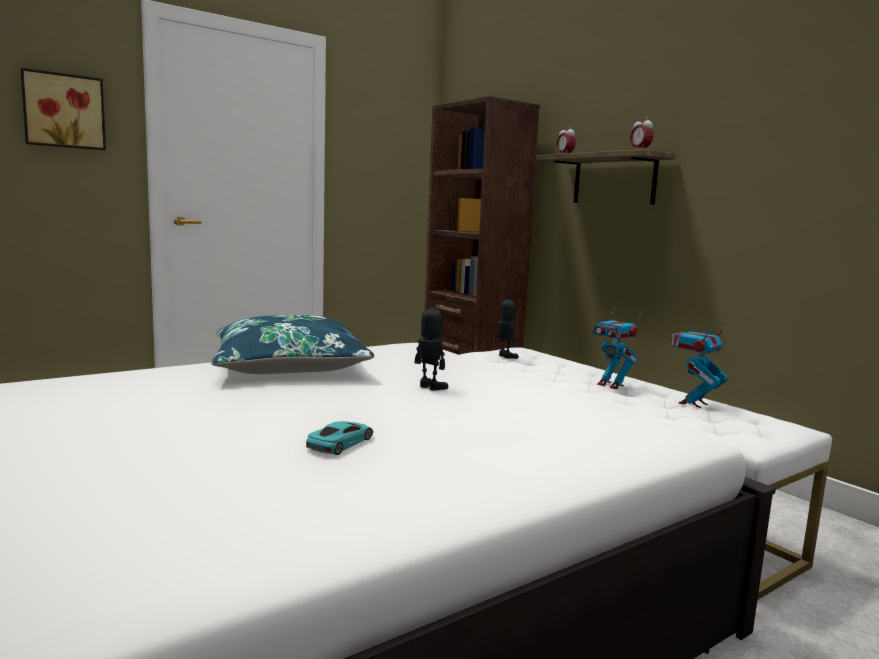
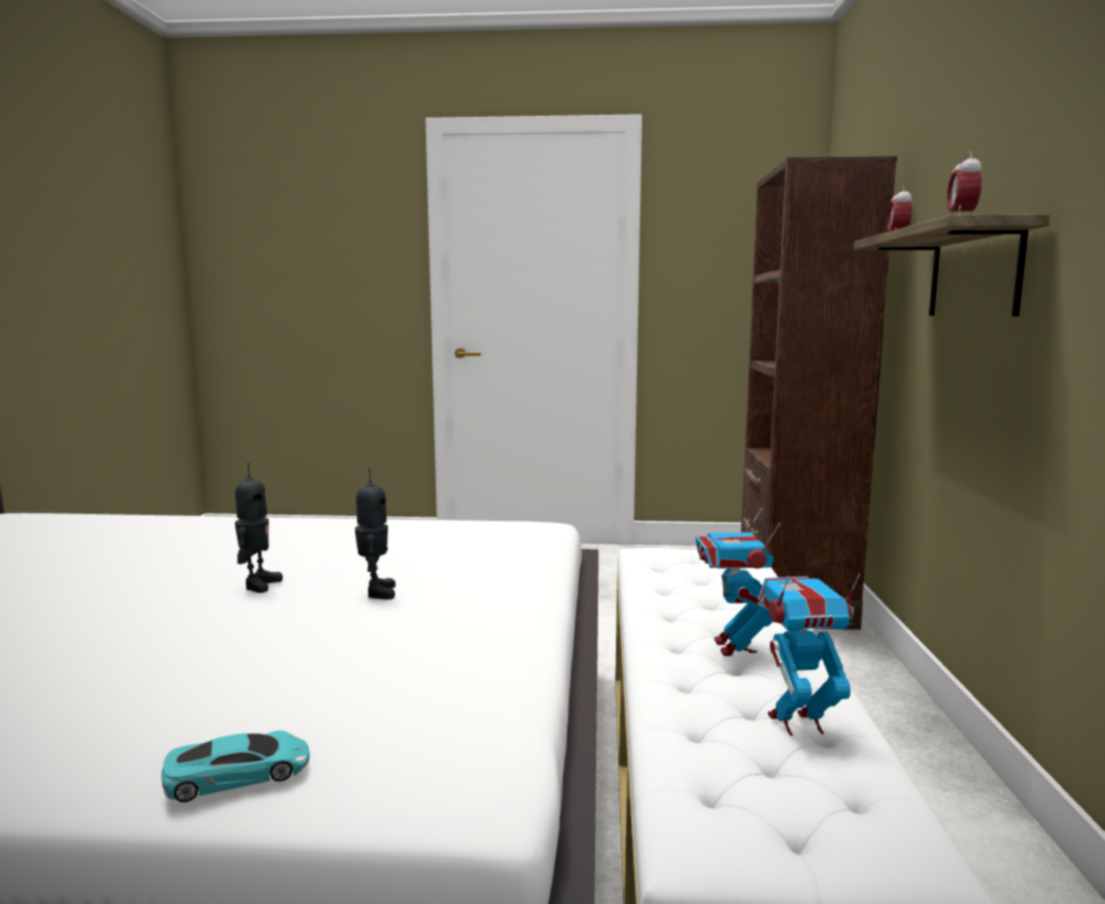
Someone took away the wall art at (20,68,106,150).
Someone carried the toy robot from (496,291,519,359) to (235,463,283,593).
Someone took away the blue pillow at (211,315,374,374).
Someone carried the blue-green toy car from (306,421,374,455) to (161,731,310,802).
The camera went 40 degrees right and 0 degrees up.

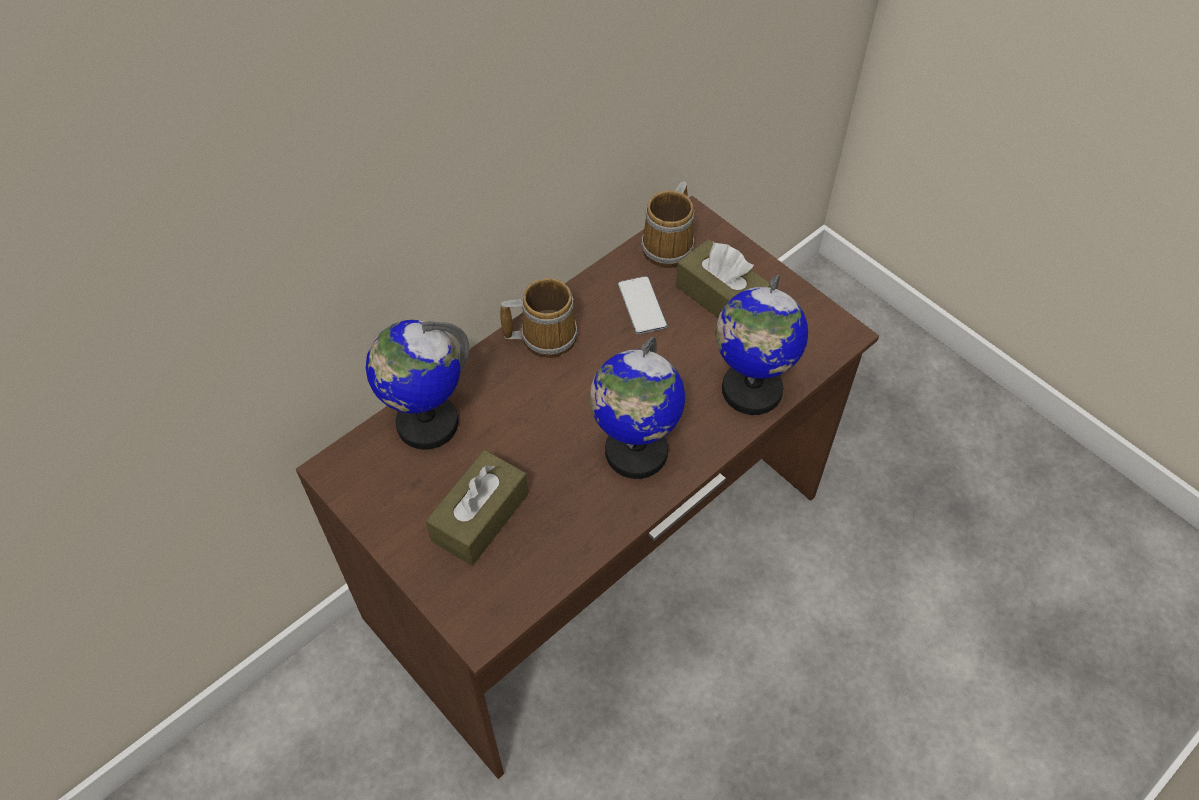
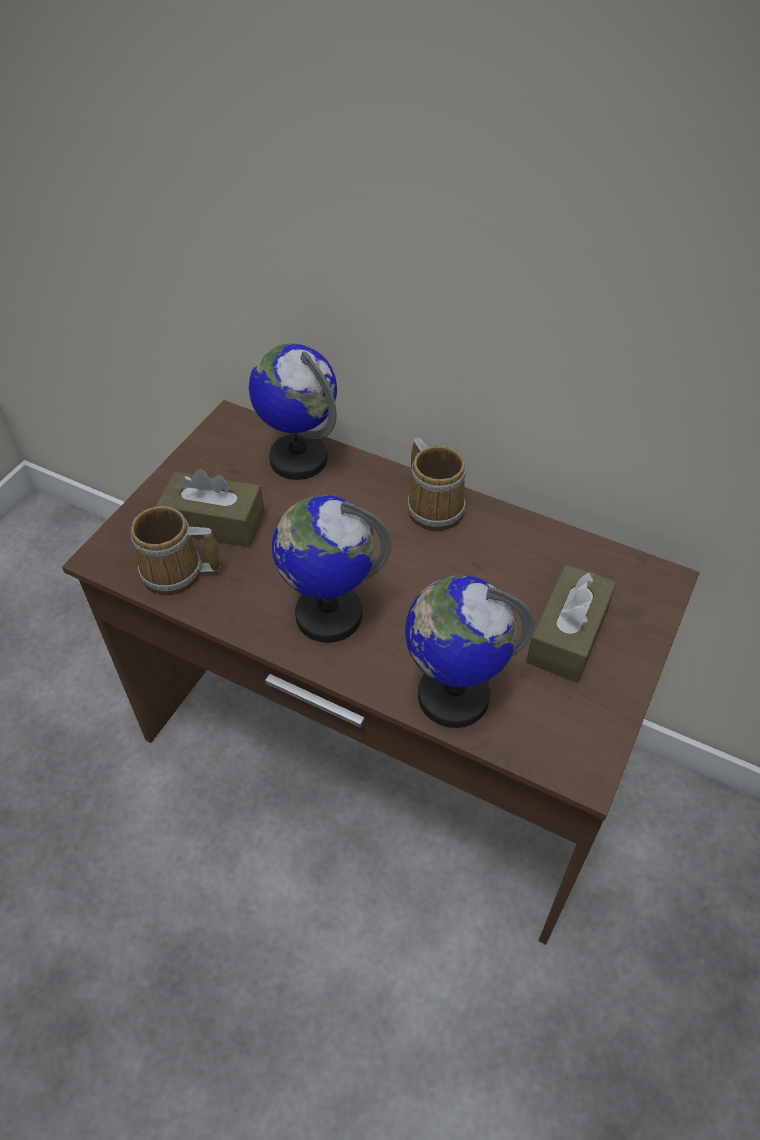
Someone carried the coffee mug from (641,181,694,268) to (131,506,220,596).
Someone took away the telephone at (618,276,667,334).
The camera went 70 degrees right and 5 degrees down.

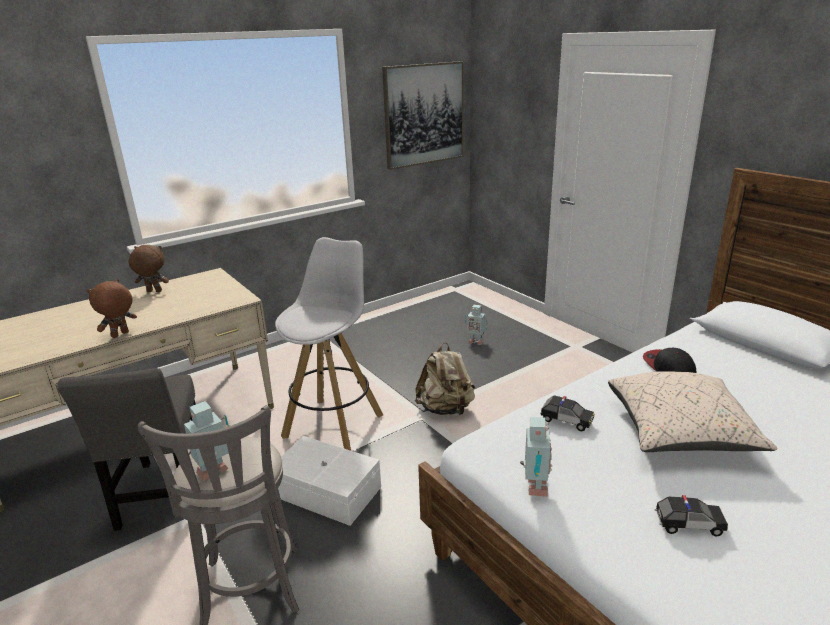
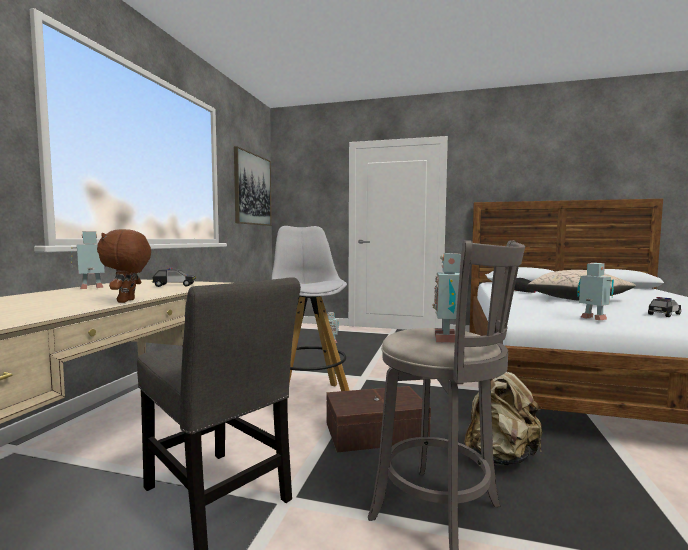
Someone swapped the brown soft toy at (129,245,169,292) for the toy robot at (71,231,105,289).
Someone carried the beige-coloured backpack from (415,342,475,416) to (464,372,542,466).
Someone carried the toy car from (540,395,594,431) to (152,267,196,287).
Someone repainted the white storage bin at (278,436,381,526), which became the brown storage bin at (327,386,431,453).
The camera went 40 degrees left and 20 degrees down.

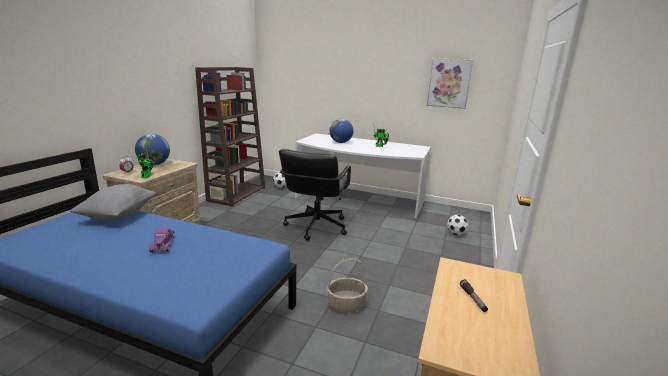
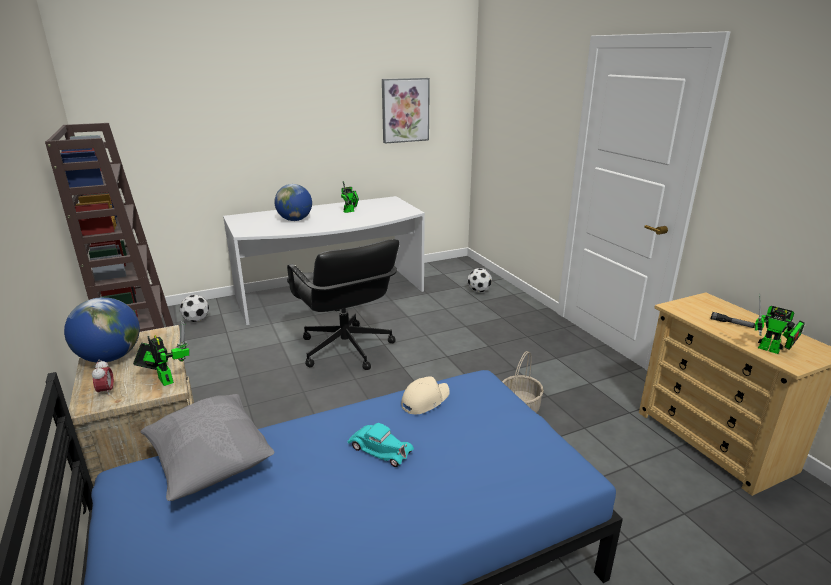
Someone repainted the purple toy car at (149,228,175,253), which became the blue-green toy car at (347,423,414,467).
Someone put down the toy robot at (755,294,805,354).
Someone put down the beige-coloured cap at (401,376,450,414).
The camera went 45 degrees left and 5 degrees up.

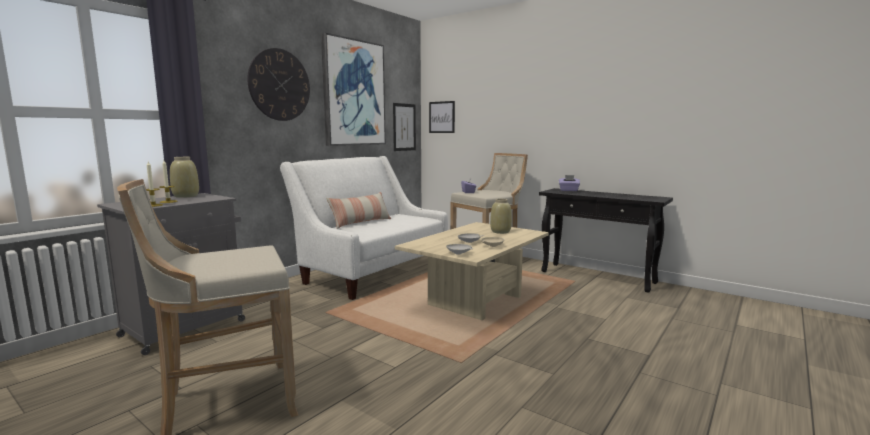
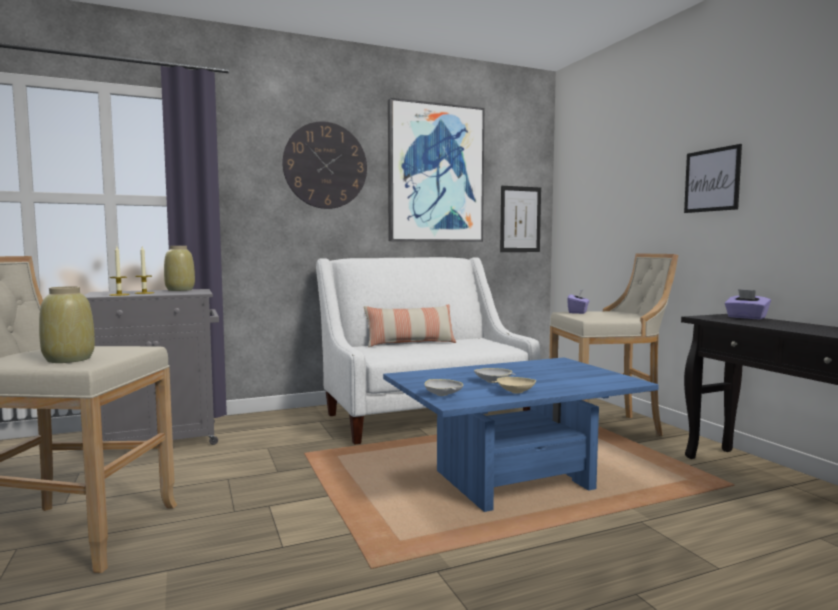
Someone carried the wall art from (429,101,455,133) to (684,144,742,213).
Someone carried the beige-coloured decorative vase from (490,199,512,234) to (39,286,95,363).
Someone repainted the beige-coloured lounge table at (395,222,549,320), which became the blue lounge table at (383,357,659,512).
The camera went 30 degrees right and 5 degrees down.

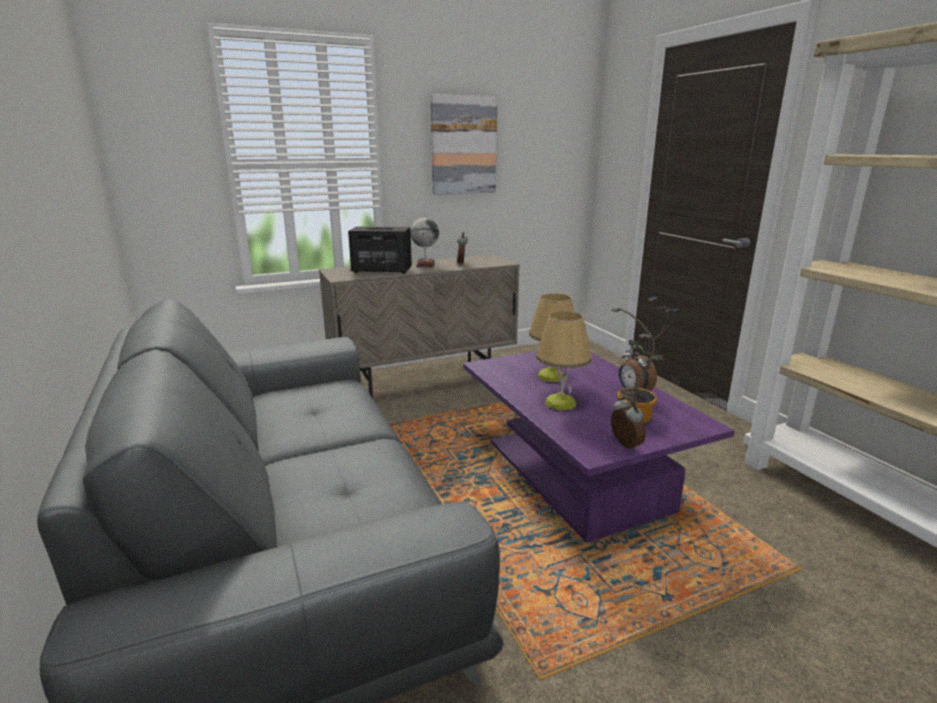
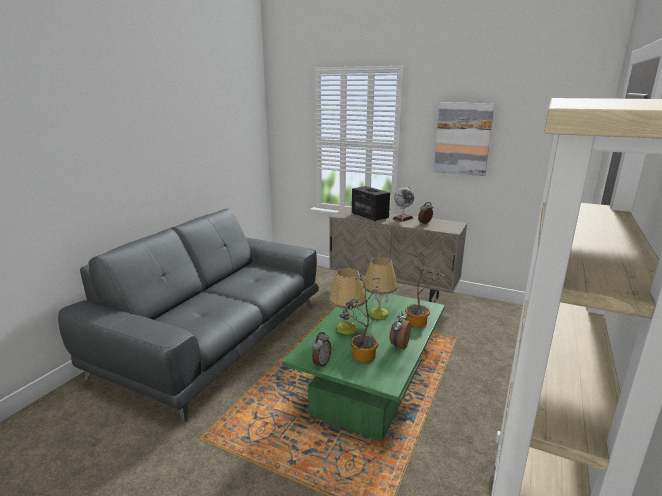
Someone repainted the purple lounge table at (463,351,735,543), which became the green-coloured lounge table at (282,288,445,441).
Someone put down the potted plant at (405,250,446,328).
The camera went 50 degrees right and 0 degrees up.

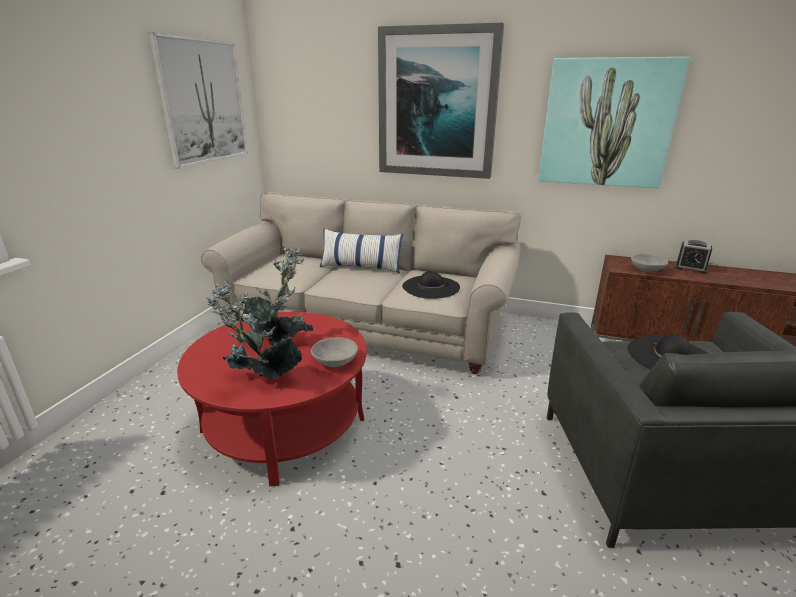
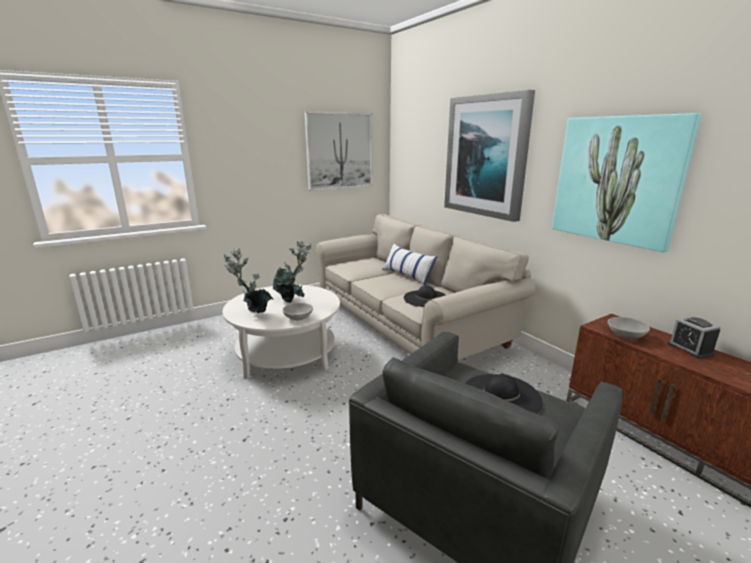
Someone repainted the red-coloured lounge table at (177,312,367,486), which became the white lounge table at (222,285,340,379).
The camera went 40 degrees right and 5 degrees down.

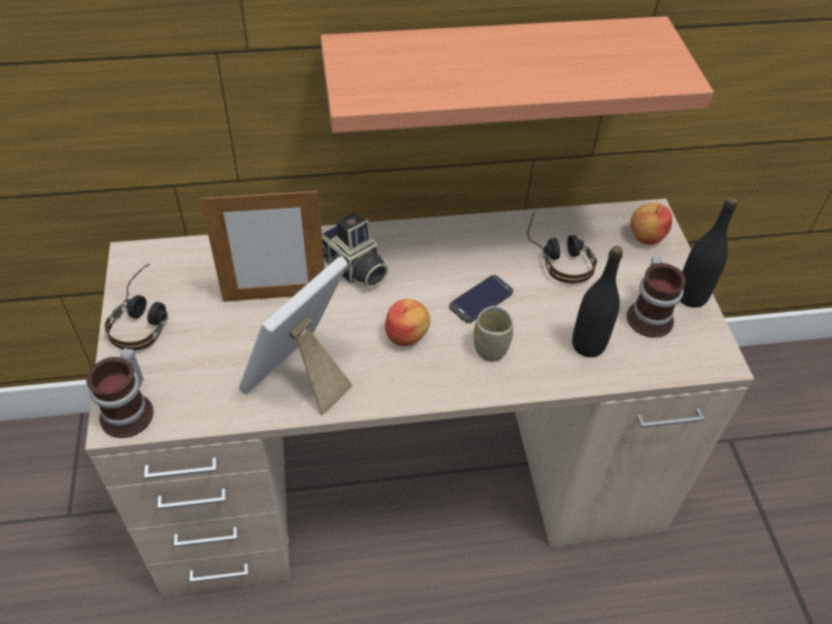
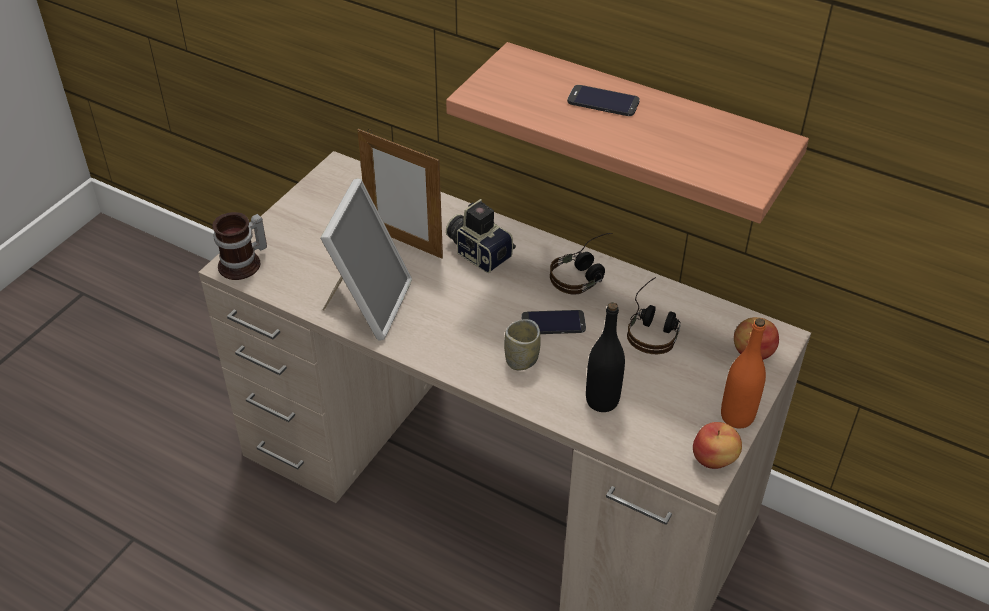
Someone repainted the black bottle at (680,197,737,308), which became the orange-coloured bottle at (721,318,766,428).
Someone rotated the still camera at (322,212,388,288) by 135 degrees clockwise.
Someone rotated the photo frame at (239,257,352,416) by 120 degrees clockwise.
Someone took away the coffee mug at (627,257,686,338).
Someone carried the pair of headphones from (104,264,168,351) to (550,233,612,295).
Someone carried the whole apple from (385,299,430,346) to (693,422,742,469).
Someone put down the telephone at (567,85,640,116).
The camera went 40 degrees right and 5 degrees down.

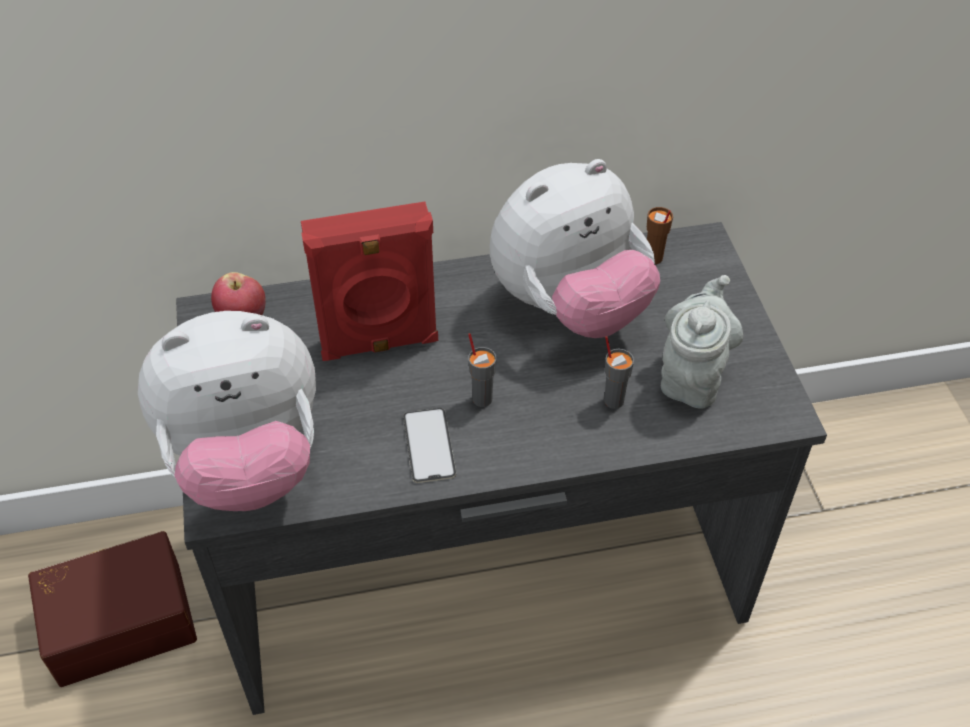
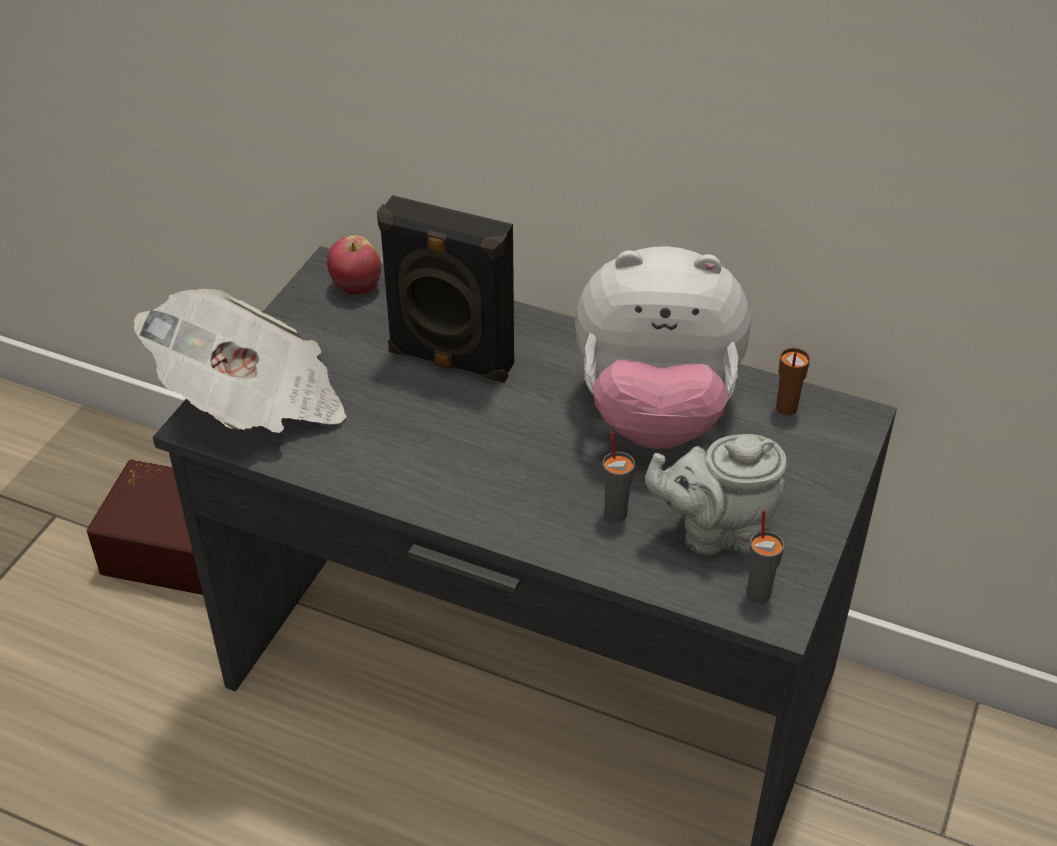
Someone repainted the red-coloured audio speaker at (301,202,438,361), which became the black audio speaker at (377,195,514,383).
Someone rotated the gray pot for tea at (661,275,743,409) by 150 degrees counterclockwise.
Someone swapped the soft toy at (138,311,316,511) for the printed paper at (134,289,347,433).
Someone carried the gray cup from (468,333,497,407) to (747,510,784,604).
Someone took away the telephone at (403,408,456,483).
The camera went 35 degrees right and 5 degrees down.

